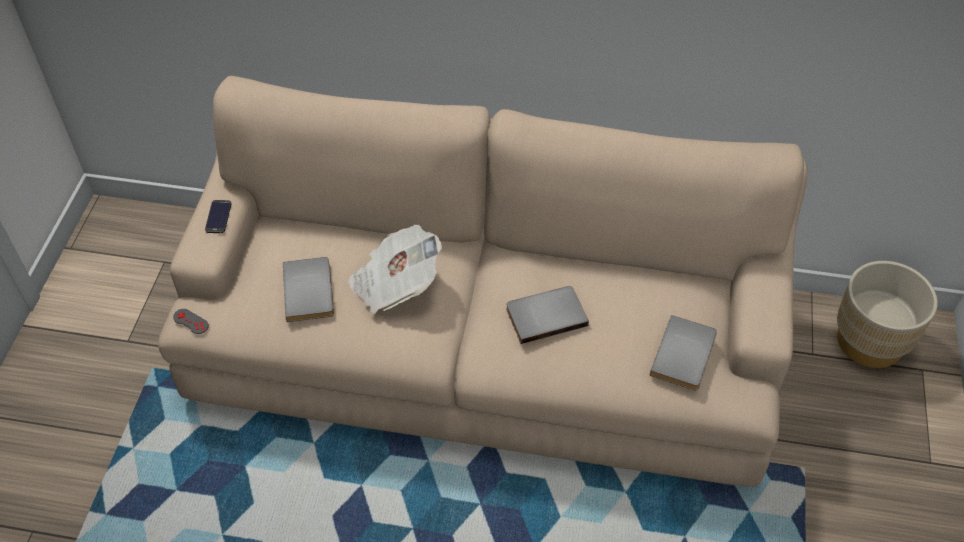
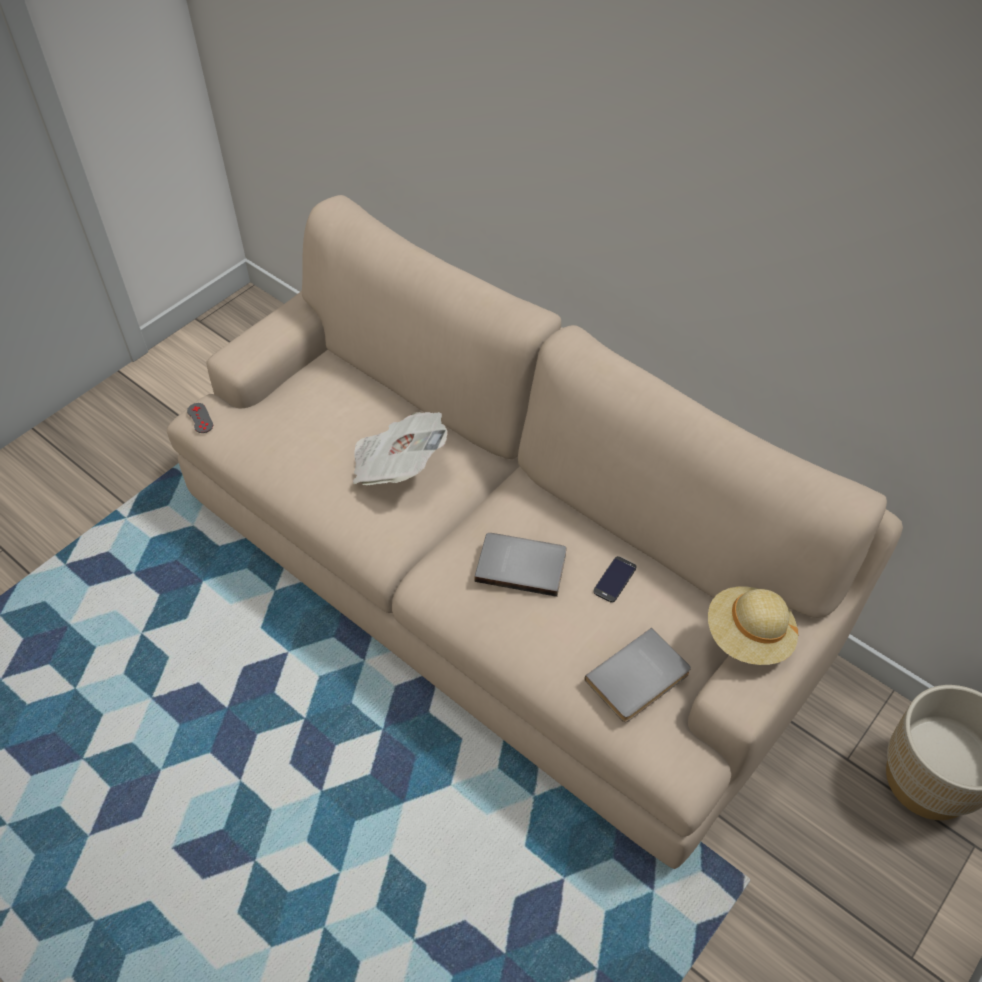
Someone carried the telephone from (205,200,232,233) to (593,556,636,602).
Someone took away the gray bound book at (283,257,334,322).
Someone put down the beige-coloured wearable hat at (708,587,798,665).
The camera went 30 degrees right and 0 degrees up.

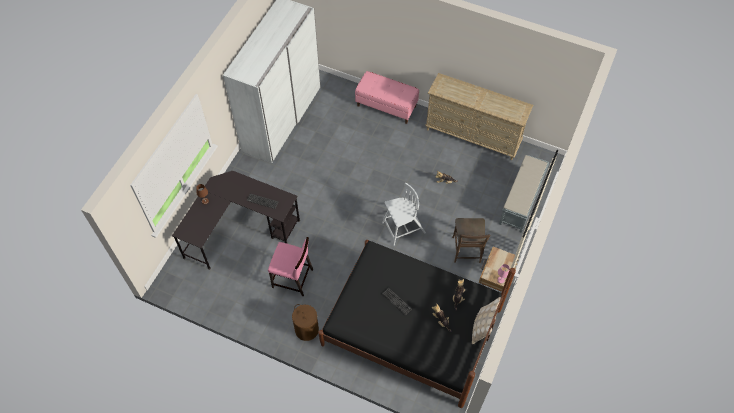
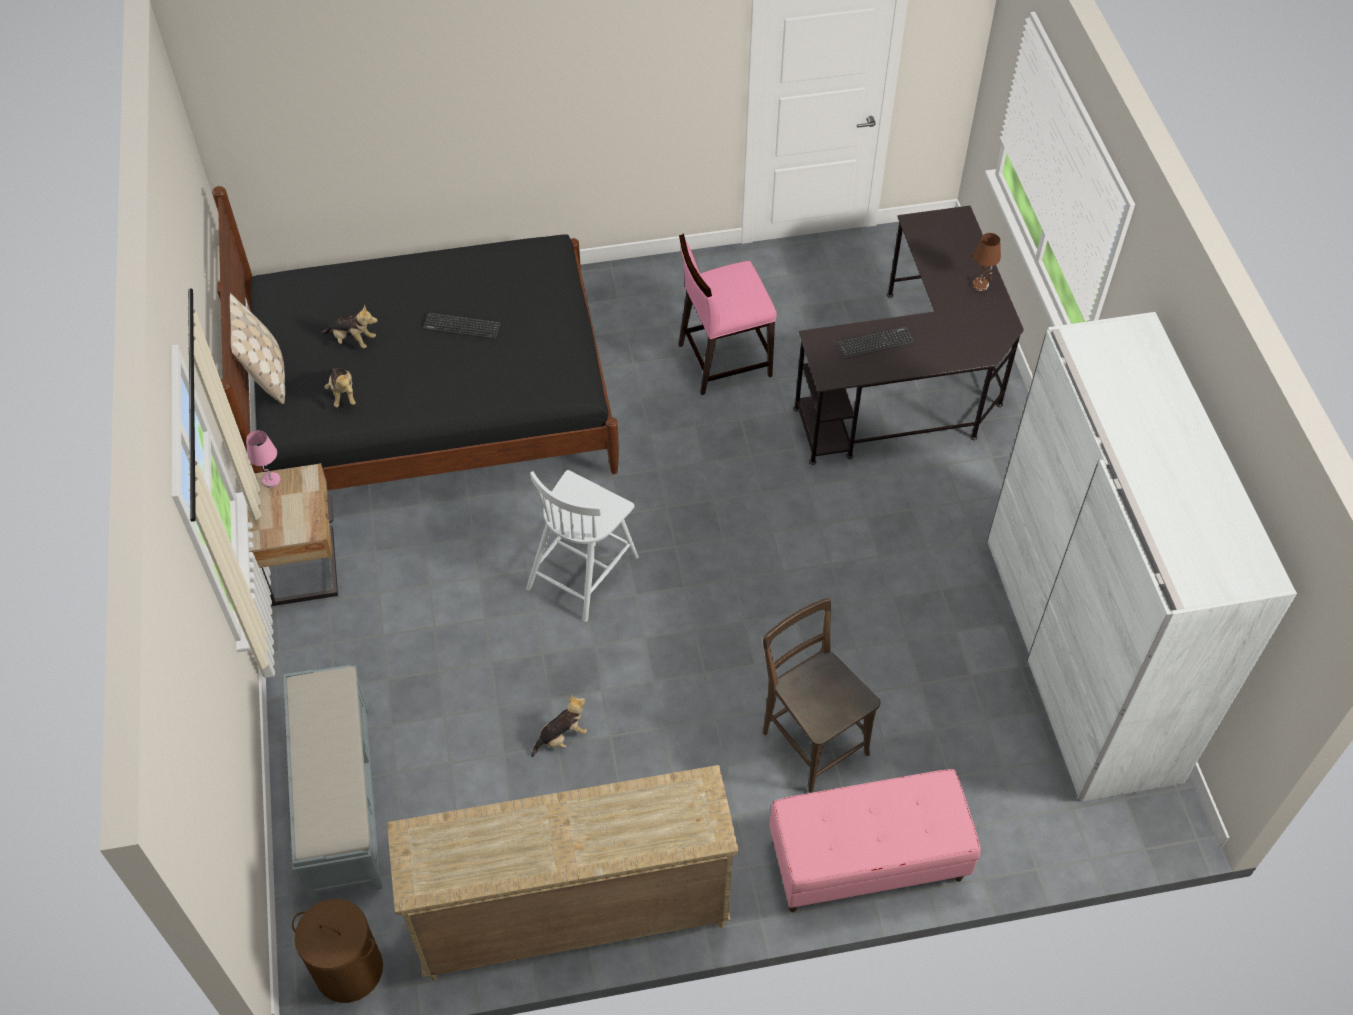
Someone carried the brown chair from (452,218,491,263) to (763,598,881,793).
Someone carried the brown laundry basket from (292,304,319,341) to (292,899,383,1003).
The camera went 145 degrees right and 5 degrees down.

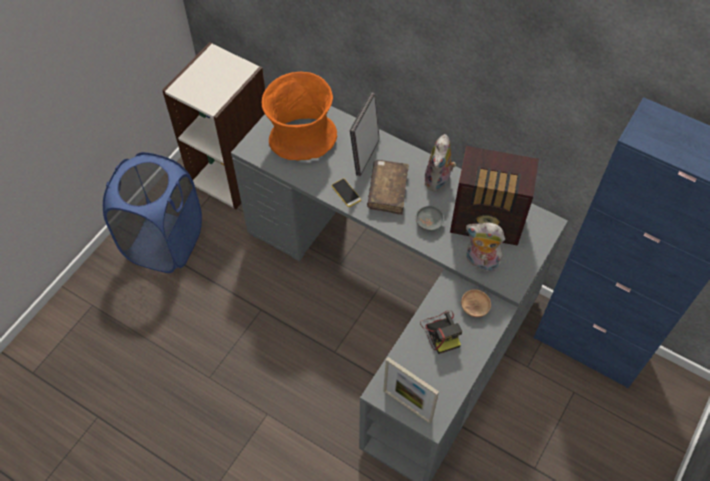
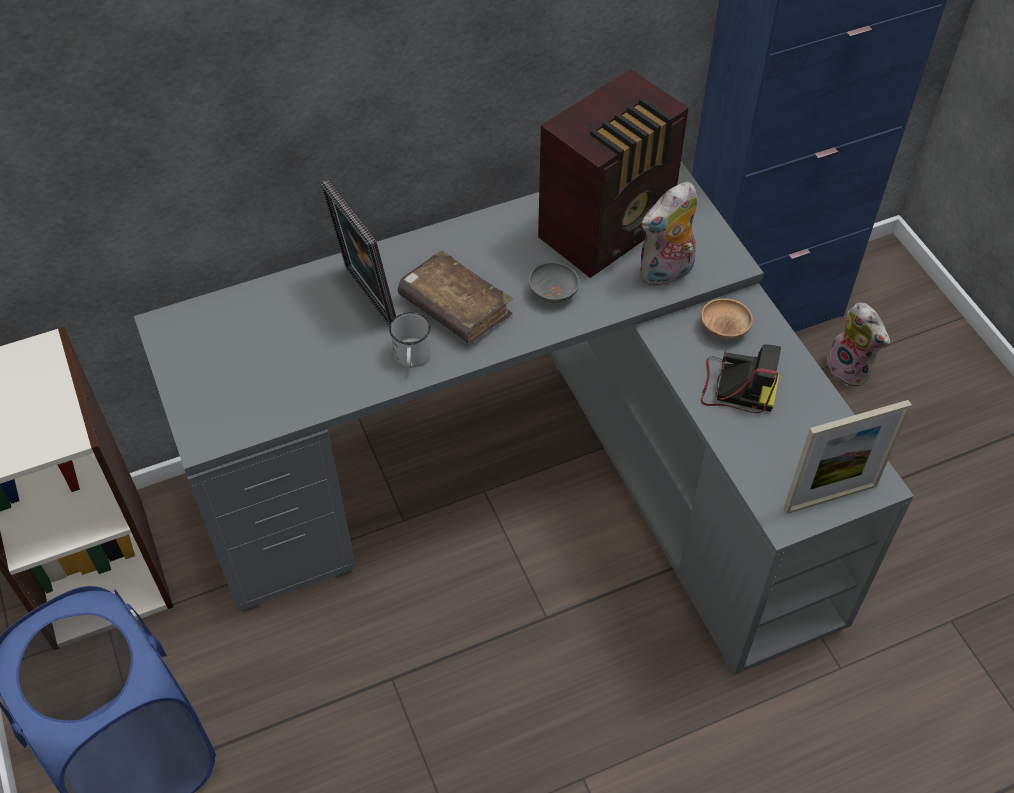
Someone took away the orange-coloured decorative vase at (262,72,337,161).
Someone carried the soft toy from (424,134,456,192) to (827,302,890,386).
Someone swapped the telephone at (331,178,361,207) for the white coffee mug at (389,312,431,368).
The camera went 55 degrees left and 5 degrees down.

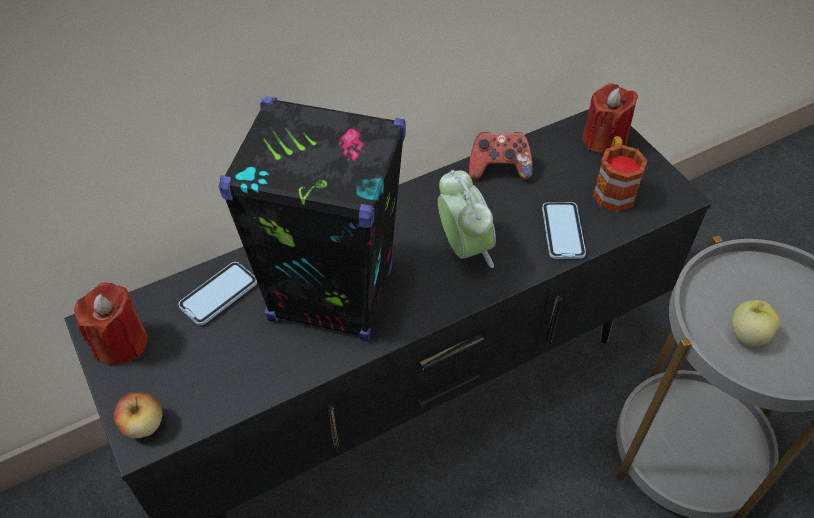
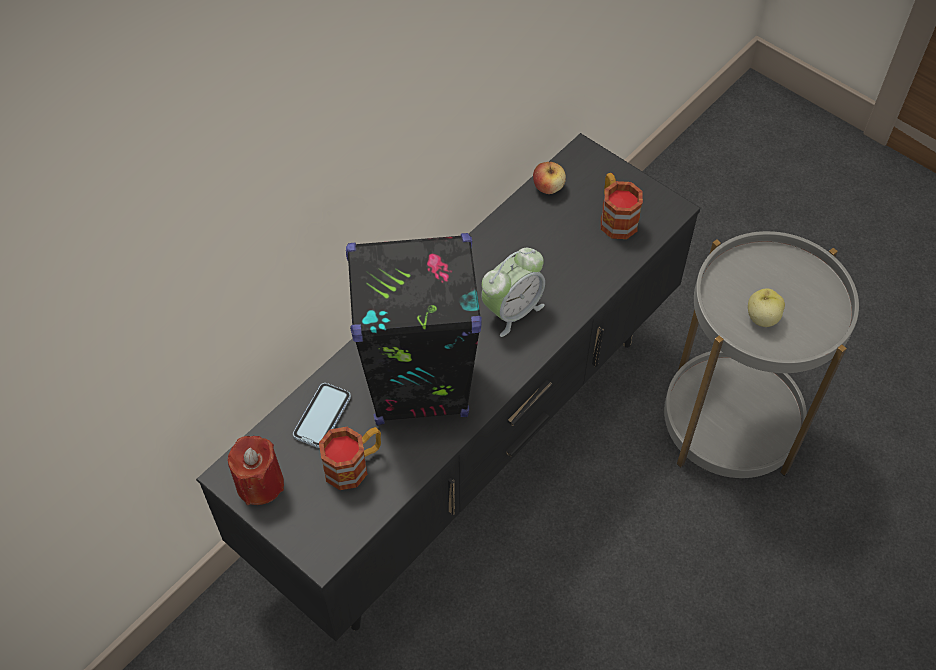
Someone took away the red-coloured candle at (583,84,638,154).
Someone took away the gamepad at (469,132,533,180).
Someone rotated the table clock at (438,170,496,268) by 90 degrees clockwise.
Someone took away the telephone at (542,202,586,259).
Someone carried the whole apple from (113,392,163,439) to (533,162,566,194).
Someone put down the coffee mug at (319,427,381,490).
The camera went 20 degrees left and 5 degrees up.

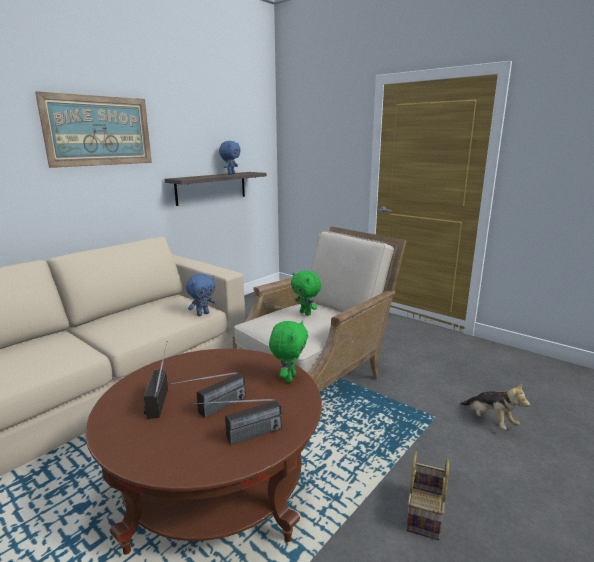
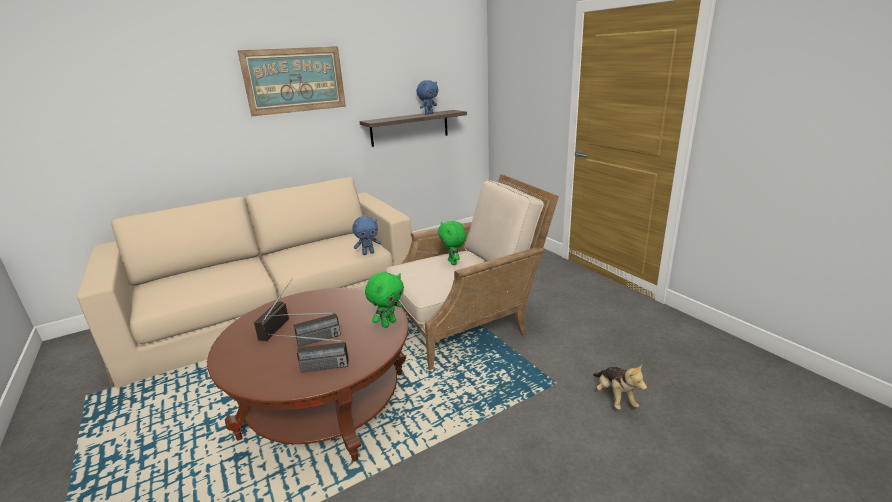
Someone took away the household basket at (406,452,450,540).
The camera went 20 degrees right and 5 degrees up.

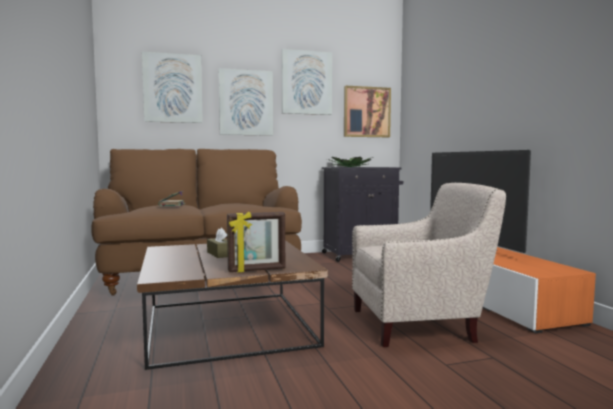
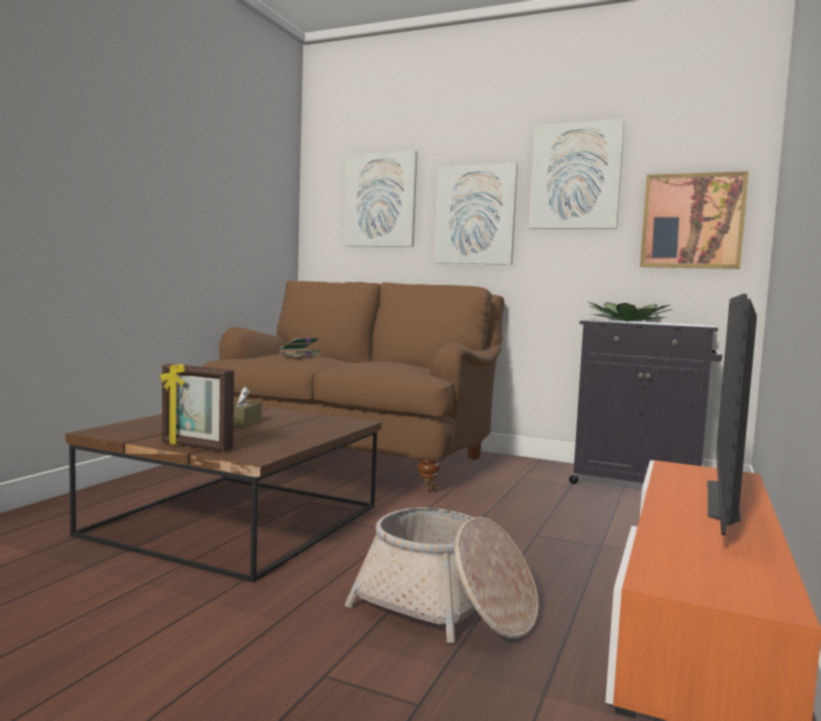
Someone swapped the beige-coloured armchair at (352,183,506,347) for the household basket at (345,508,539,643).
The camera went 40 degrees right and 0 degrees up.

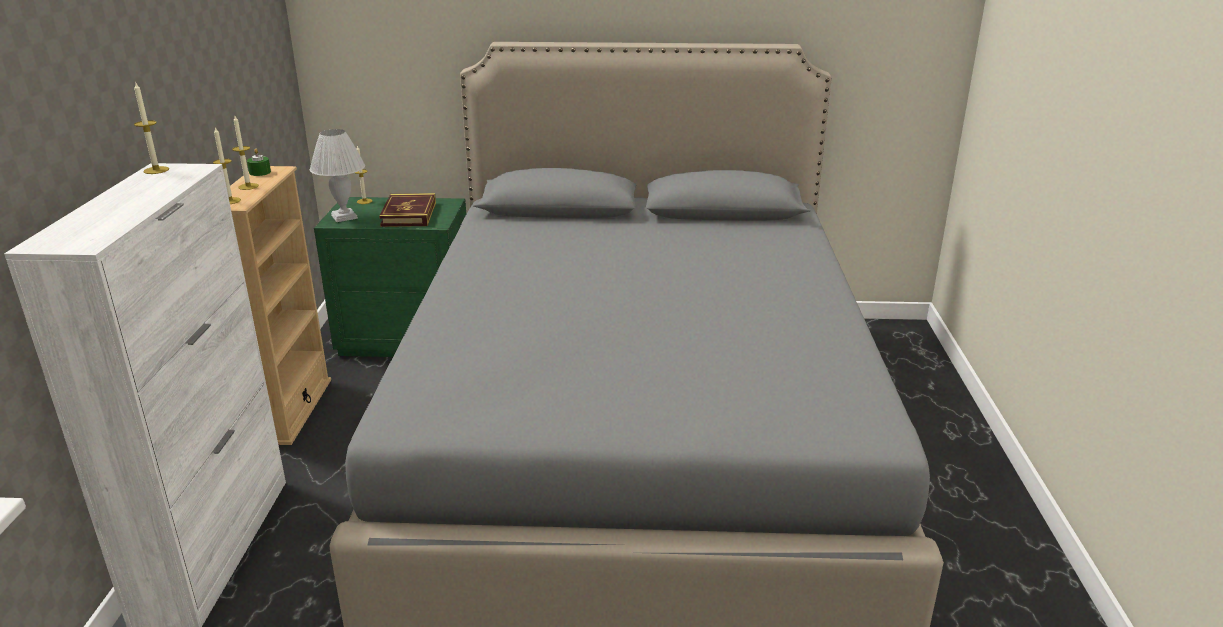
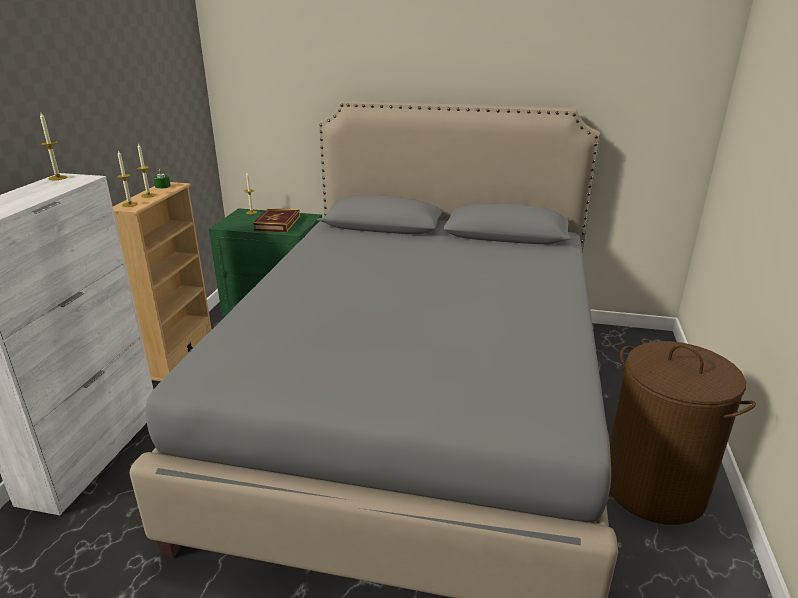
Someone took away the white tabletop lamp at (310,129,365,222).
Someone put down the brown laundry basket at (609,341,756,525).
The camera went 10 degrees right and 0 degrees up.

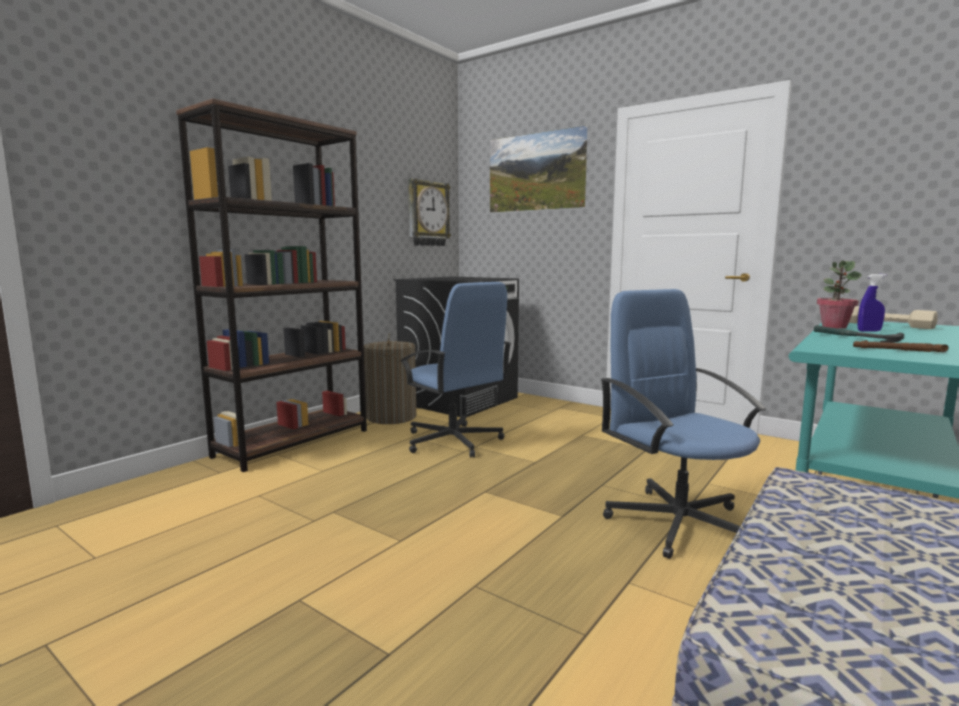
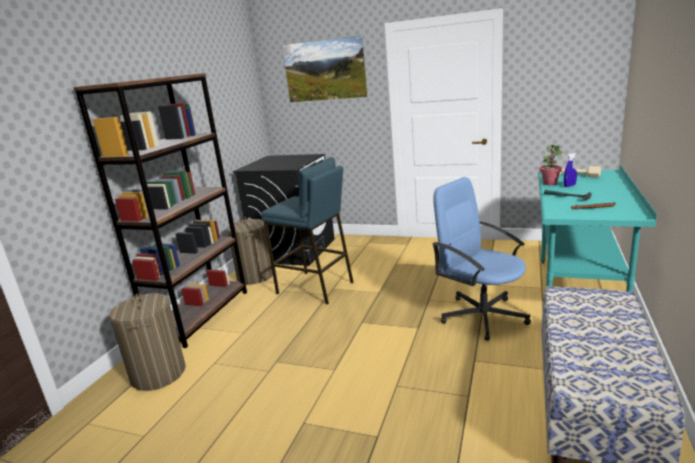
Someone took away the hanging clock at (408,178,451,246).
Someone swapped the blue computer chair at (400,282,511,457) for the blue stool seat at (261,157,354,304).
Someone put down the laundry basket at (109,293,186,391).
The camera went 15 degrees left and 10 degrees up.

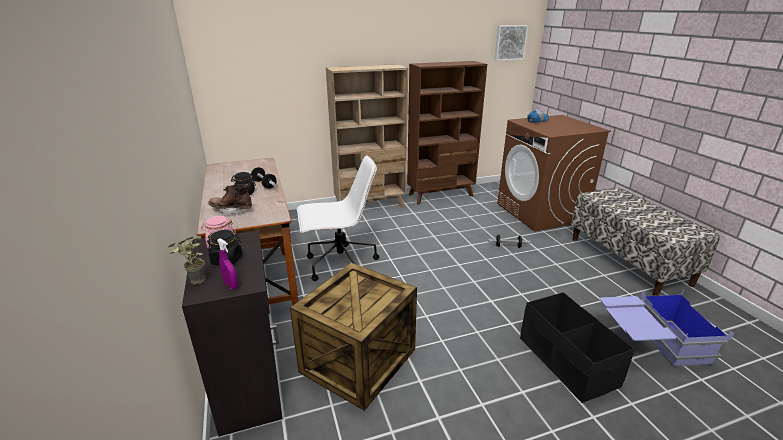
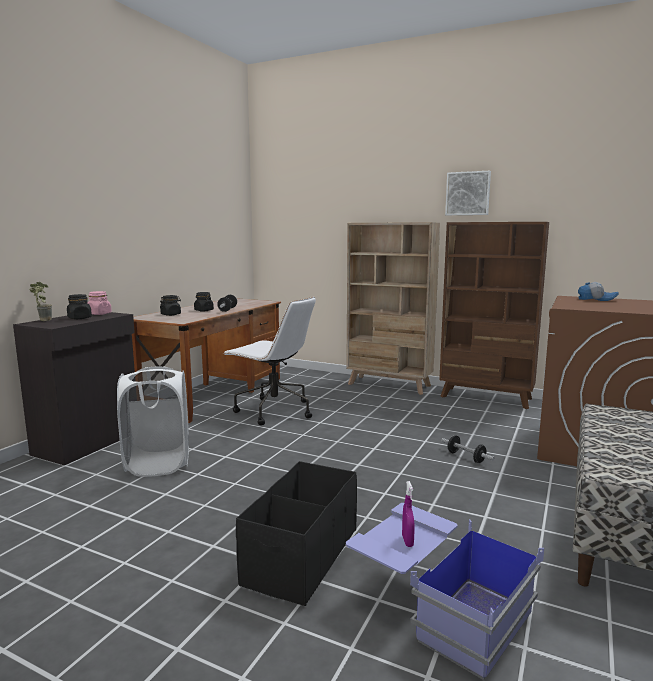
Someone carried the wall art from (494,25,528,61) to (445,171,491,215).
Someone swapped the brown tall boot at (208,184,252,215) for the black preserve jar at (160,295,181,316).
Someone carried the purple sprayer from (217,238,238,289) to (402,481,415,547).
Someone swapped the shipping crate at (290,263,417,411) for the white laundry basket at (117,366,189,477).
The camera went 45 degrees right and 15 degrees down.

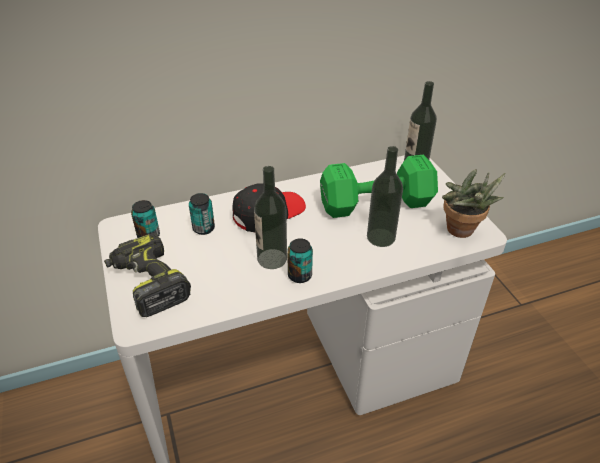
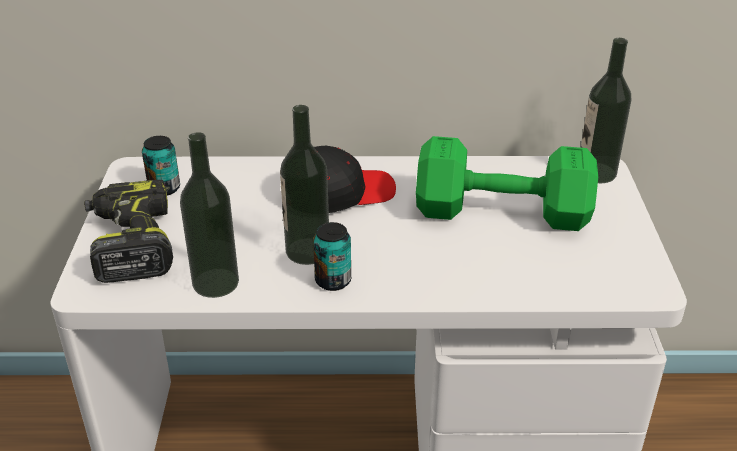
Someone carried the bottle from (367,146,403,247) to (180,132,239,298).
Someone took away the potted plant at (442,169,505,238).
Someone took away the sealed can at (189,193,215,235).
The camera went 20 degrees right and 5 degrees down.

